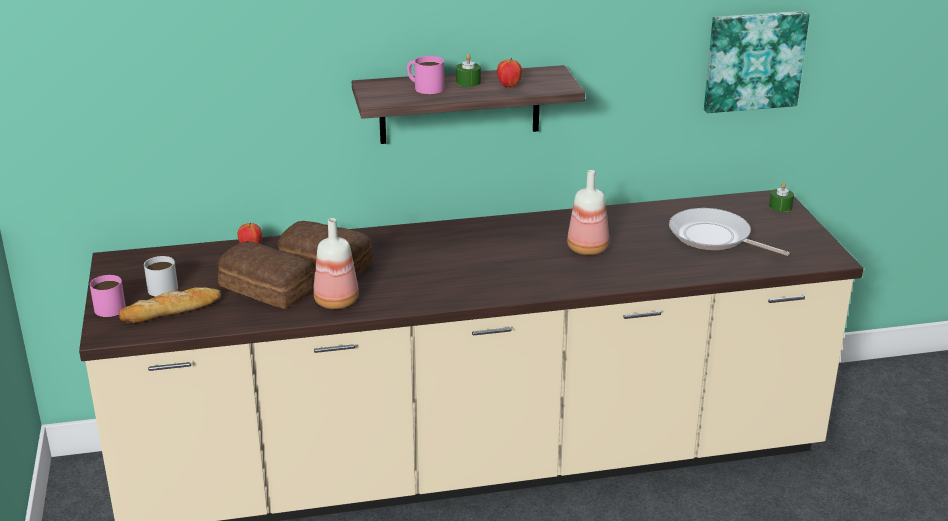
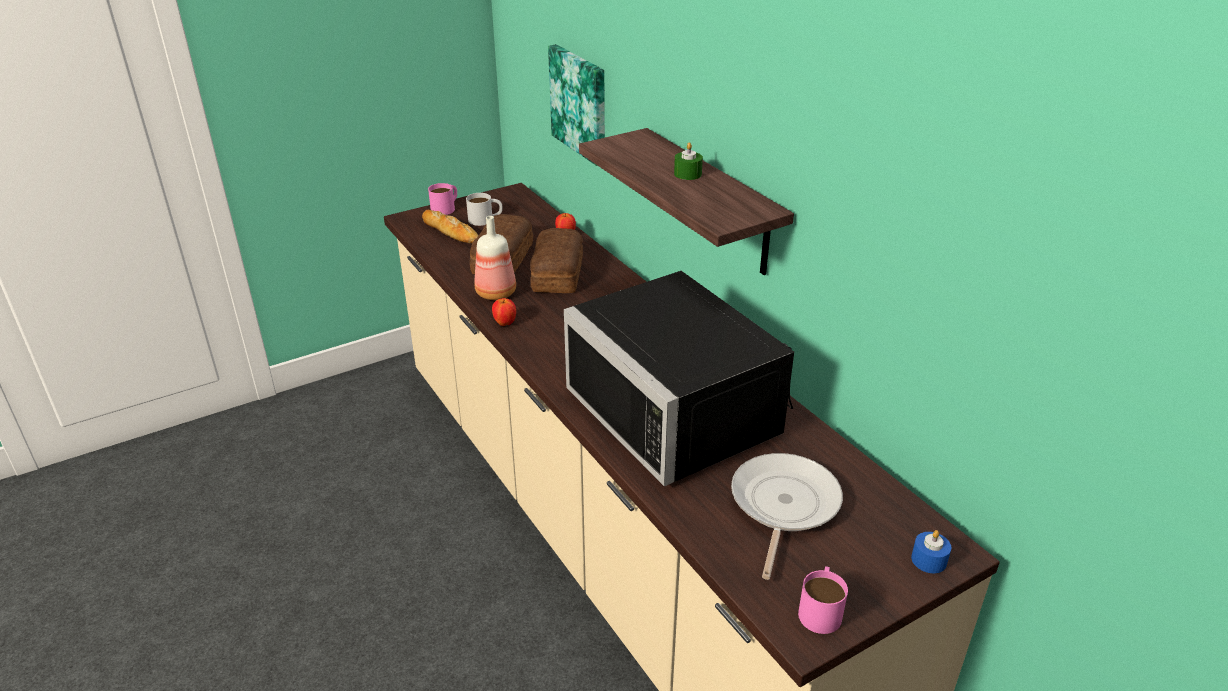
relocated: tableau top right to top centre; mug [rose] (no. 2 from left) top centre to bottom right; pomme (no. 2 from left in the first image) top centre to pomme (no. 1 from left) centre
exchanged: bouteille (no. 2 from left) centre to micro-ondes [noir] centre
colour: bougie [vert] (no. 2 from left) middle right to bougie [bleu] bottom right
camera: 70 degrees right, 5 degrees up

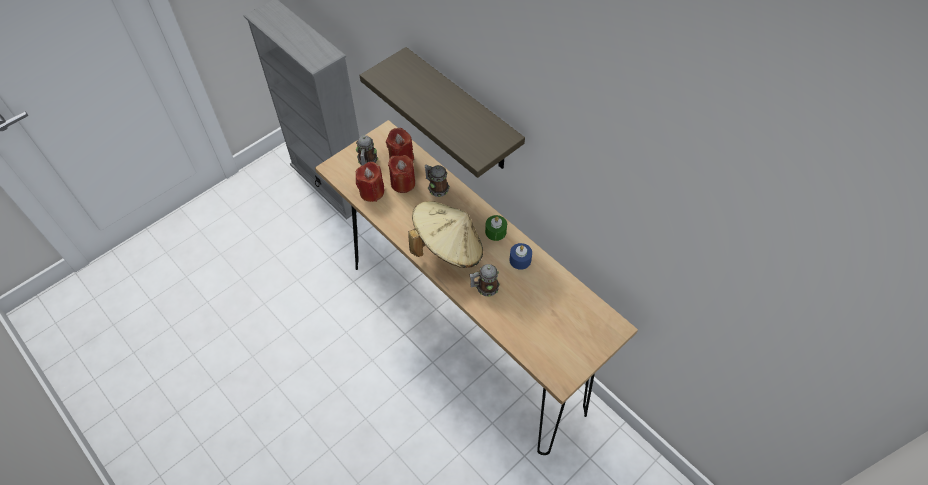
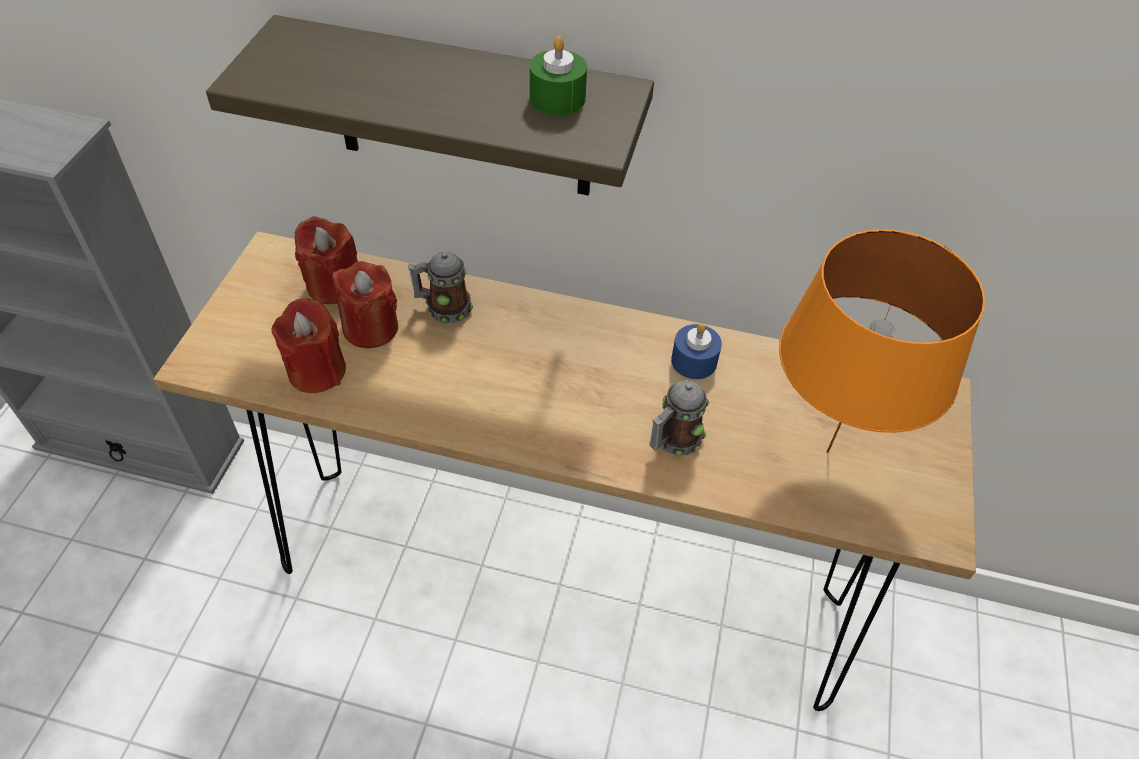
missing: mug (no. 1 from left) top centre; chapeau [beige] centre
appeared: lampe de table [orange] middle right
relocated: bougie [vert] centre to top centre
camera: 35 degrees left, 5 degrees down

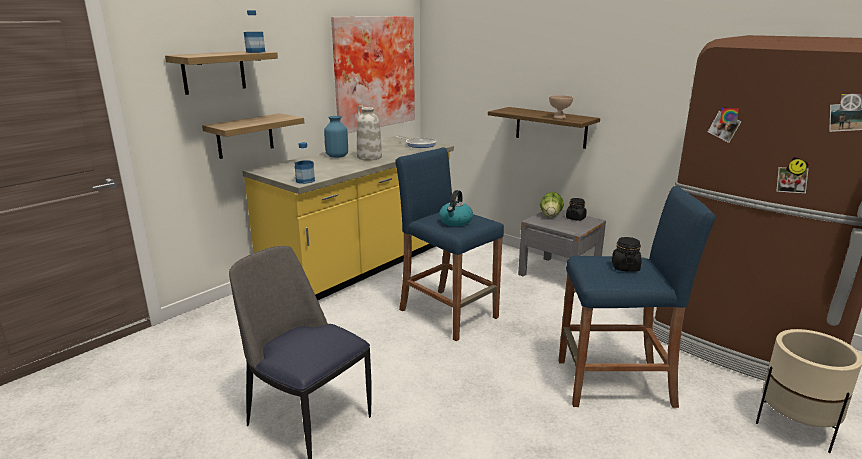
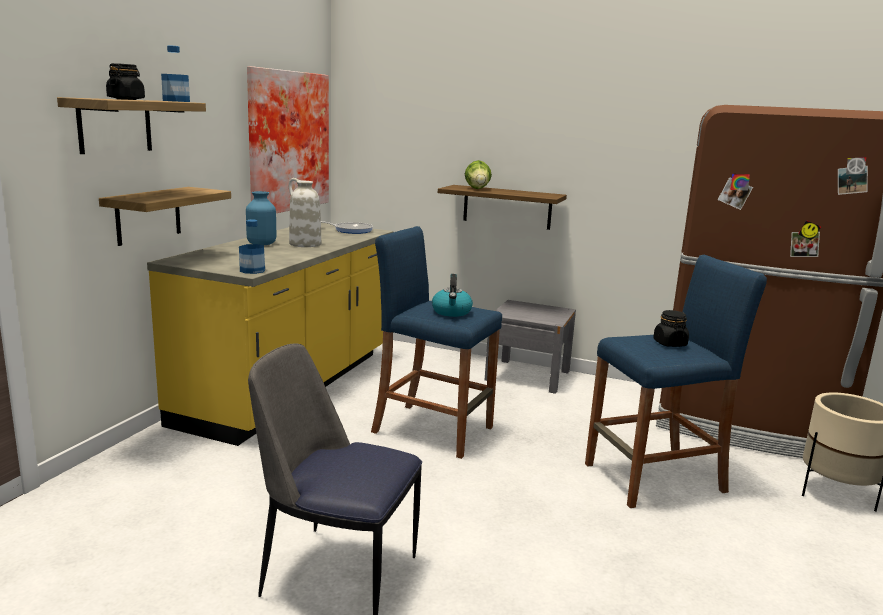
missing: bol [beige] top centre
relocated: laitue centre to top centre; bocal [noir] (no. 1 from left) middle right to top left
camera: 20 degrees left, 5 degrees down

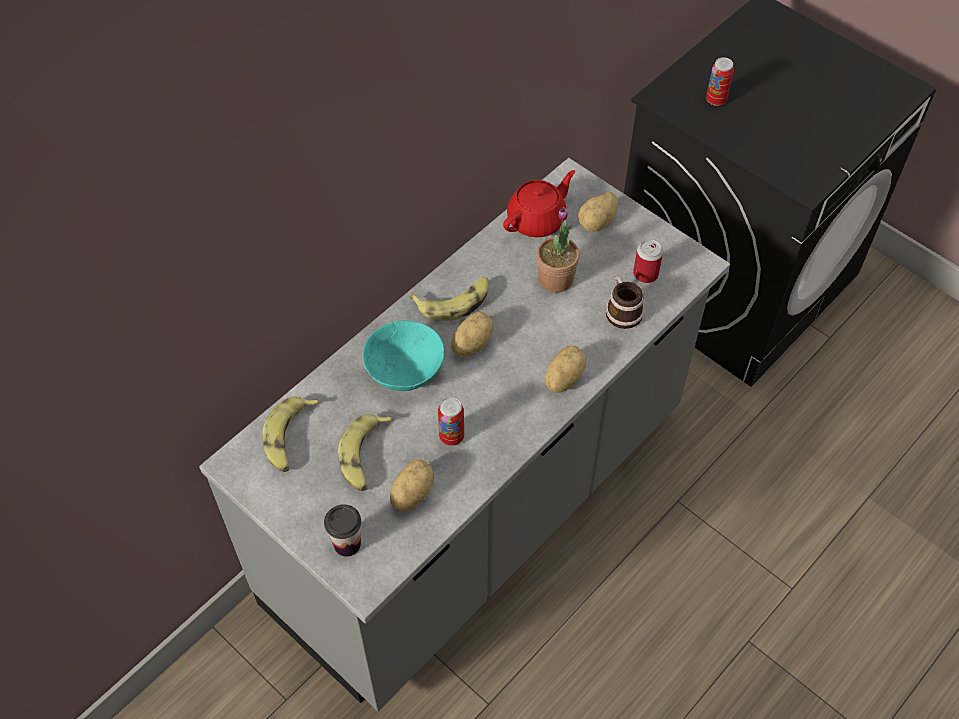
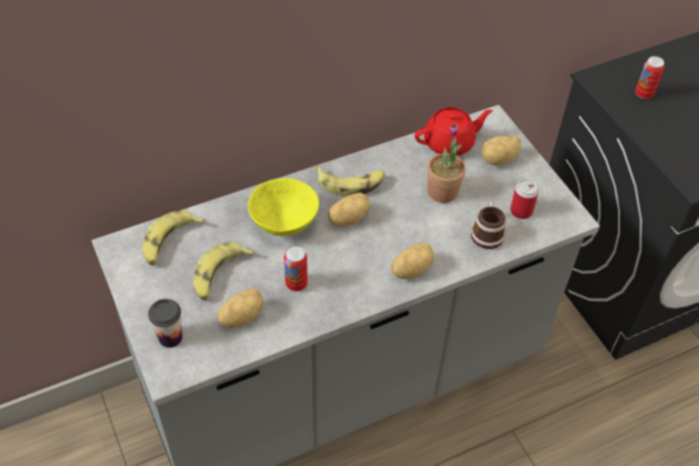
colour: bol [turquoise] centre to bol [jaune] centre
camera: 20 degrees right, 5 degrees down

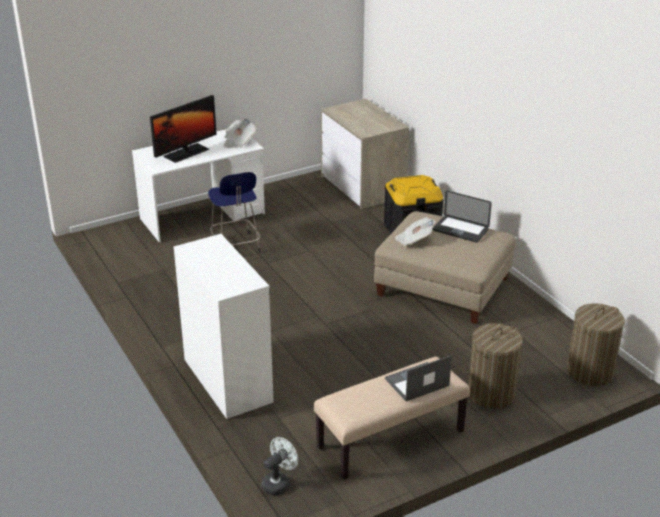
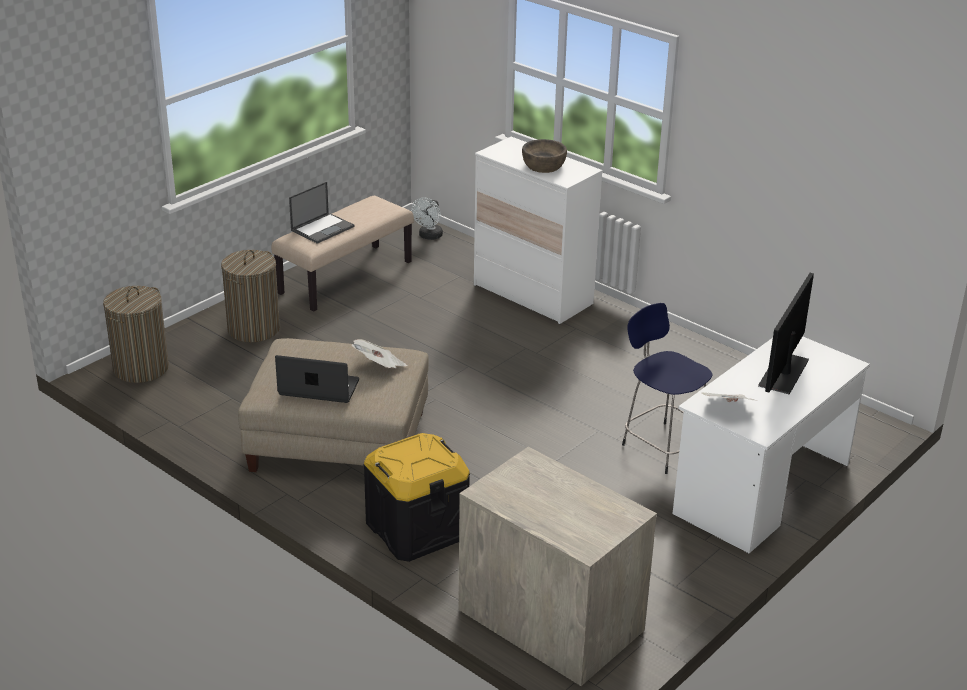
appeared: bol [marron] top centre
camera: 160 degrees right, 0 degrees up

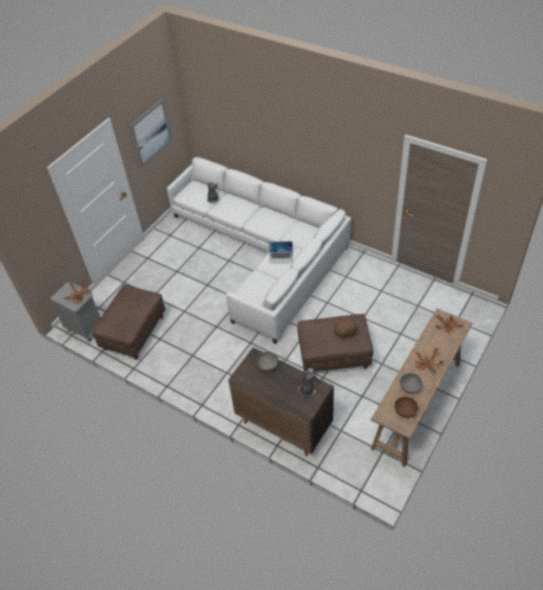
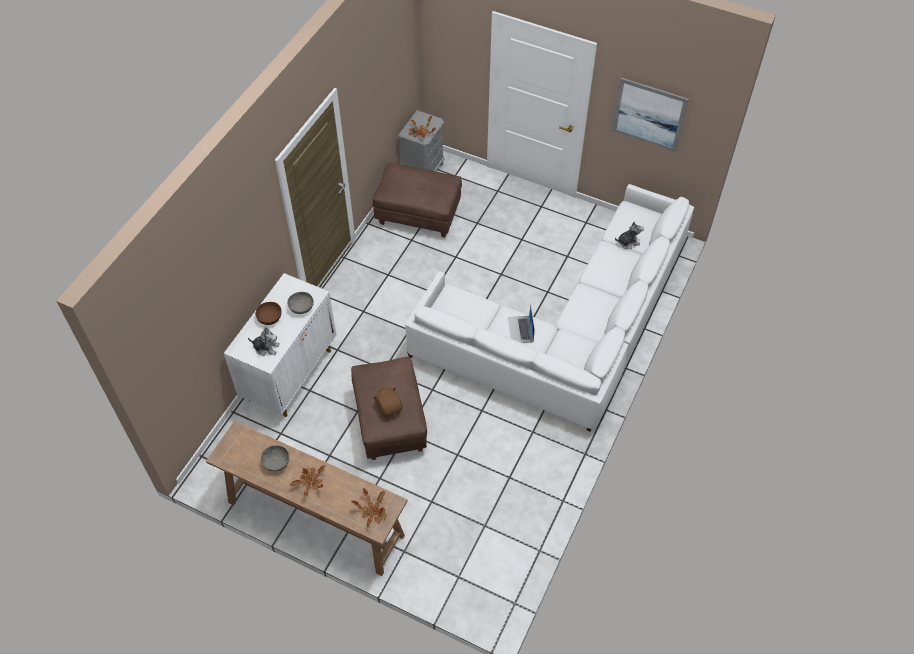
relocated: bol [marron] bottom right to middle left
colour: meuble de rangement [marron] bottom centre to meuble de rangement [blanc] middle left
camera: 80 degrees right, 5 degrees up

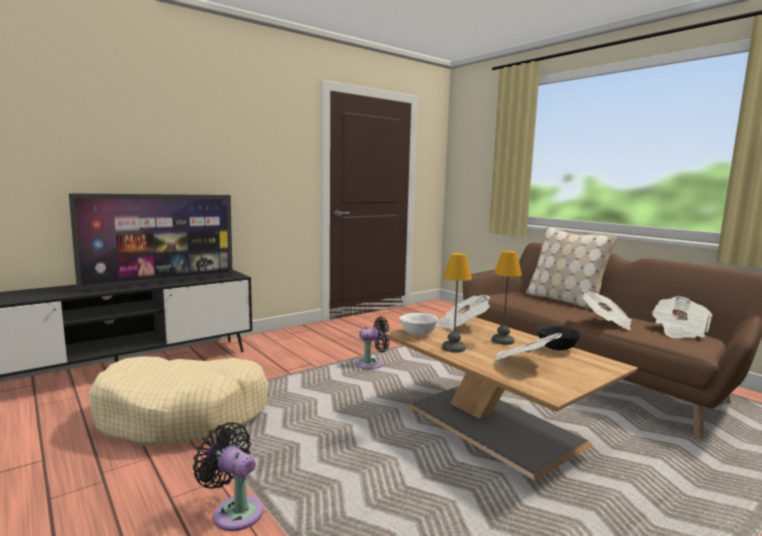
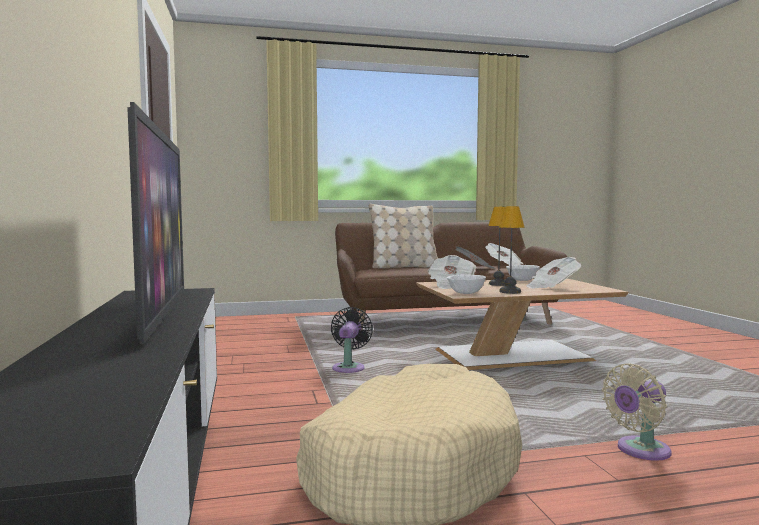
colour: bol [noir] middle right to bol [blanc] (no. 2 from left) middle right; ventilateur [noir] (no. 1 from left) bottom left to ventilateur [beige] bottom right
camera: 65 degrees left, 5 degrees down

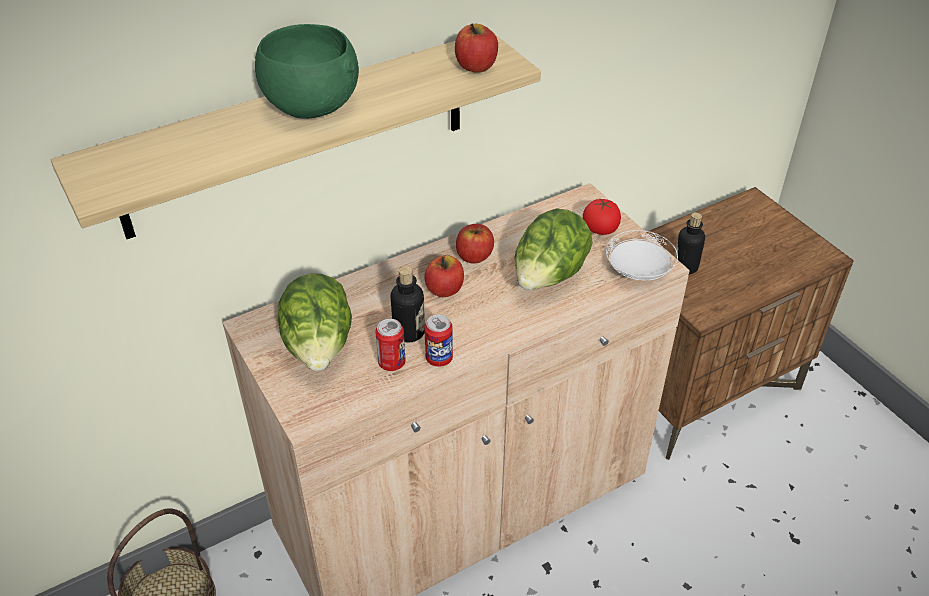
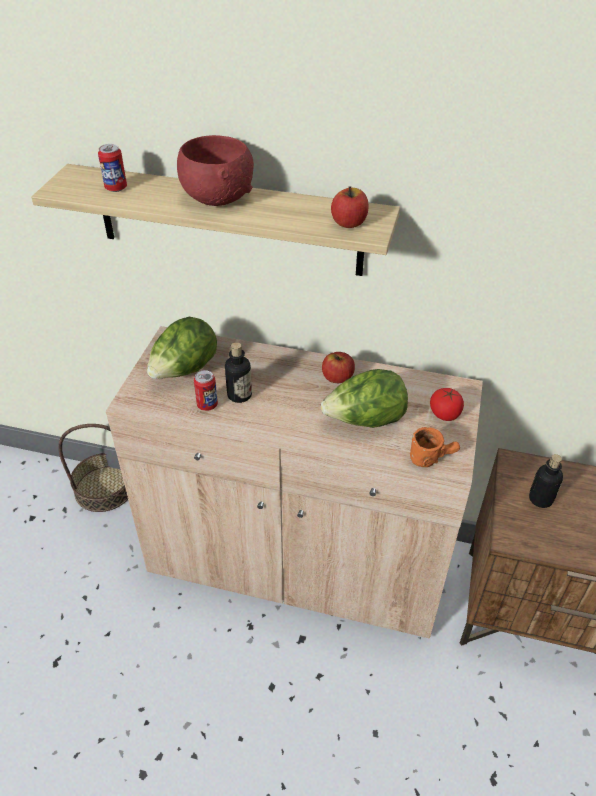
missing: pomme (no. 1 from left) centre
relocated: boîte métallique (no. 2 from left in the first image) centre to boîte métallique (no. 1 from left) top left
exchanged: assiette [blanc] middle right to mug [orange] middle right
colour: bol [vert] top left to bol [rouge] top centre
camera: 45 degrees right, 0 degrees up

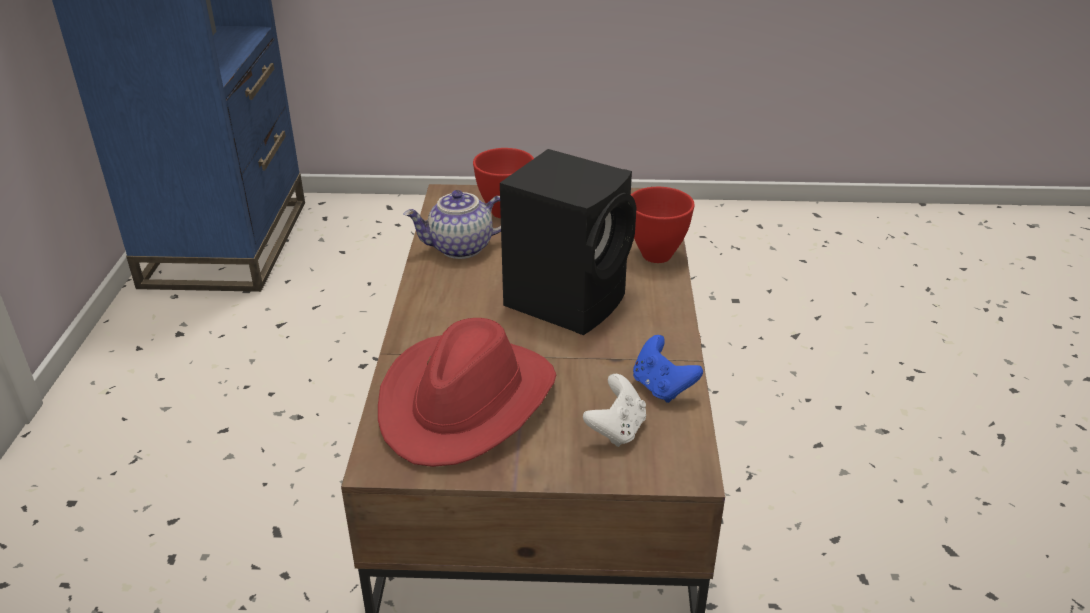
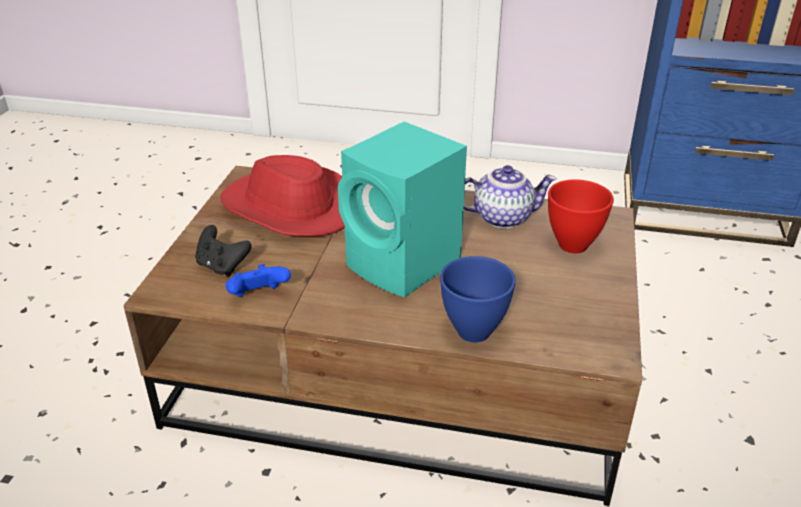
colour: enceinte [noir] centre to enceinte [turquoise] centre; bol [rouge] (no. 2 from left) centre to bol [bleu] centre; manette [blanc] bottom centre to manette [noir] middle left
spun: théière centre = centre 90 degrees clockwise
camera: 100 degrees right, 0 degrees up

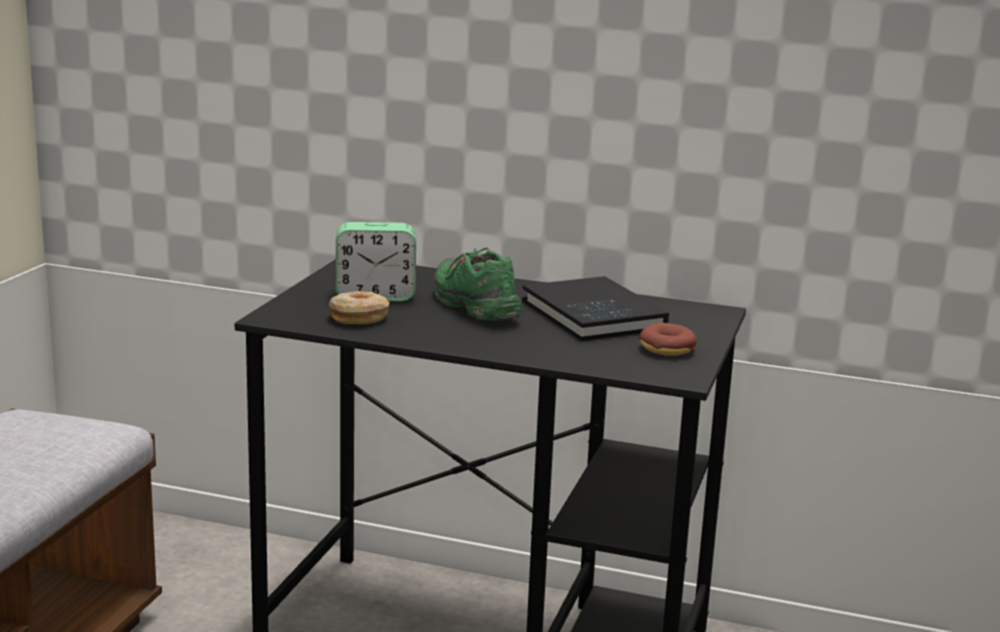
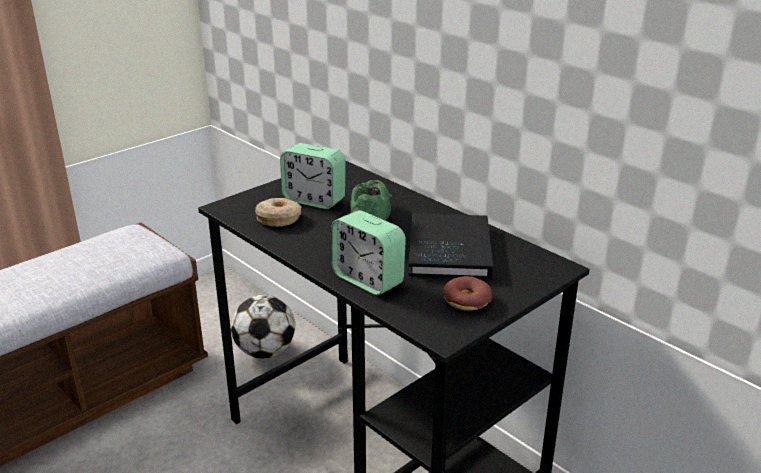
appeared: réveil (no. 2 from left) centre; ballon de foot bottom centre
camera: 30 degrees right, 10 degrees up

